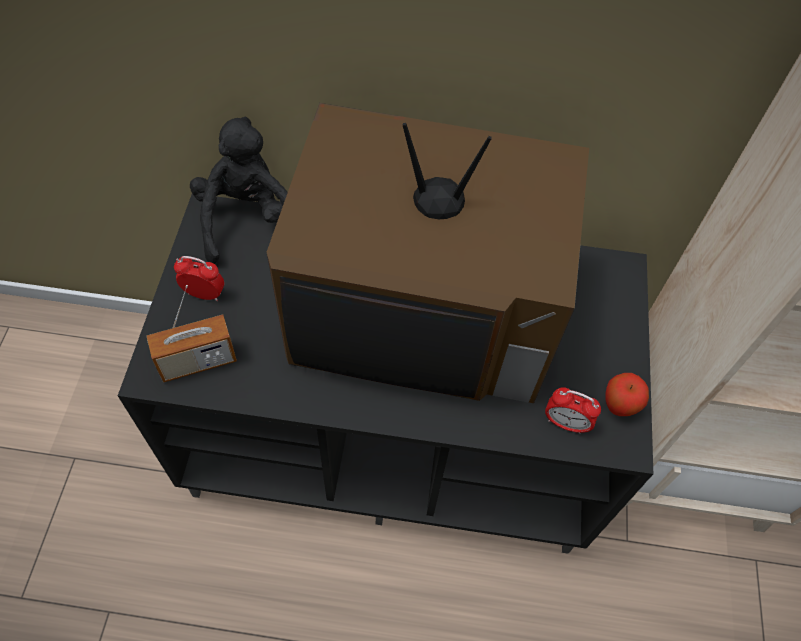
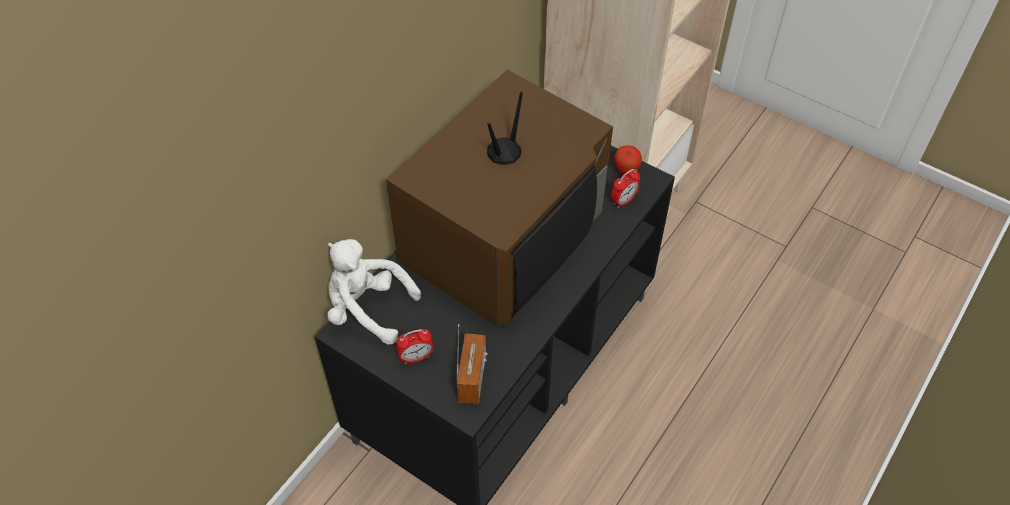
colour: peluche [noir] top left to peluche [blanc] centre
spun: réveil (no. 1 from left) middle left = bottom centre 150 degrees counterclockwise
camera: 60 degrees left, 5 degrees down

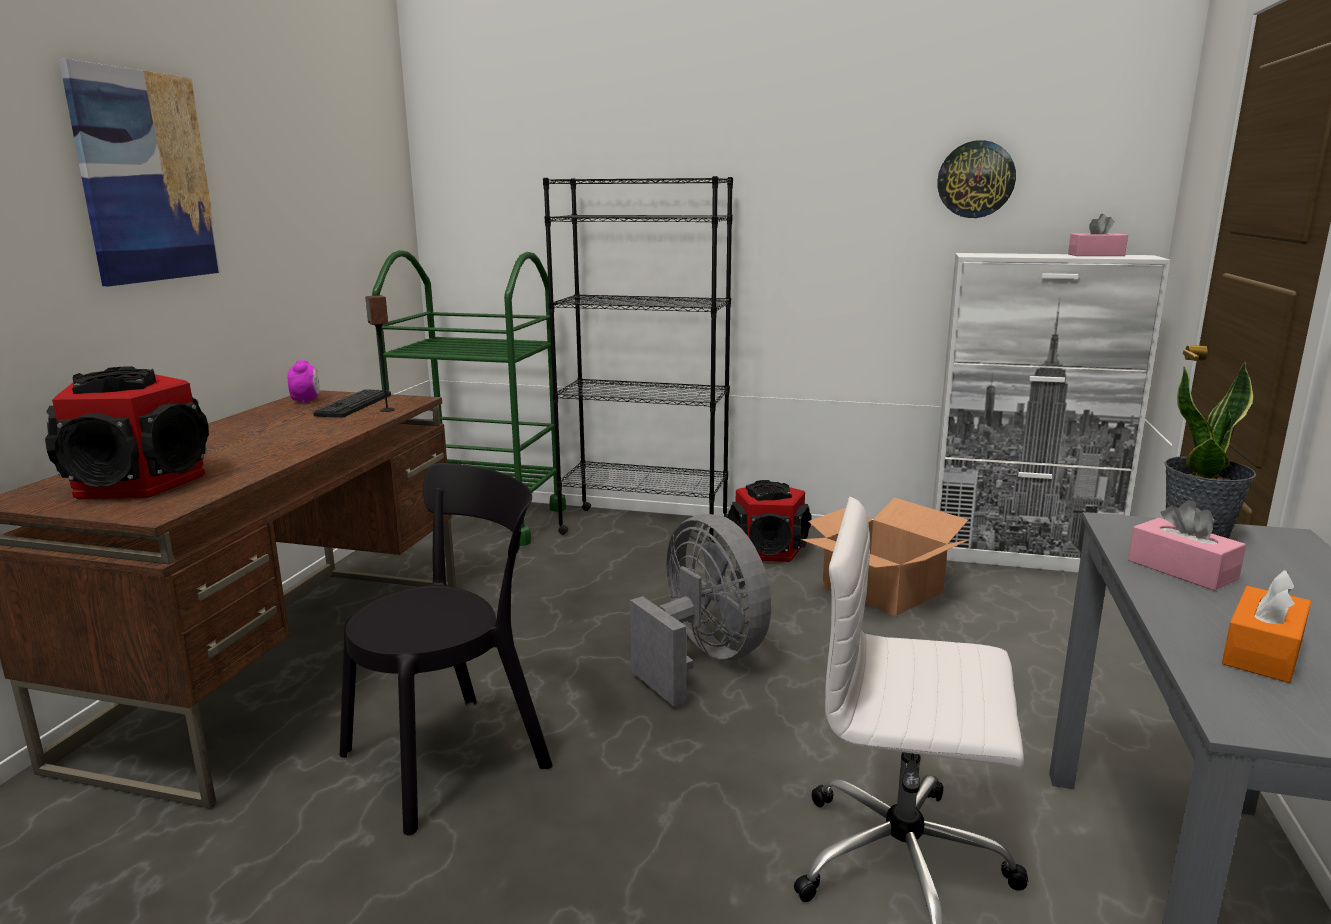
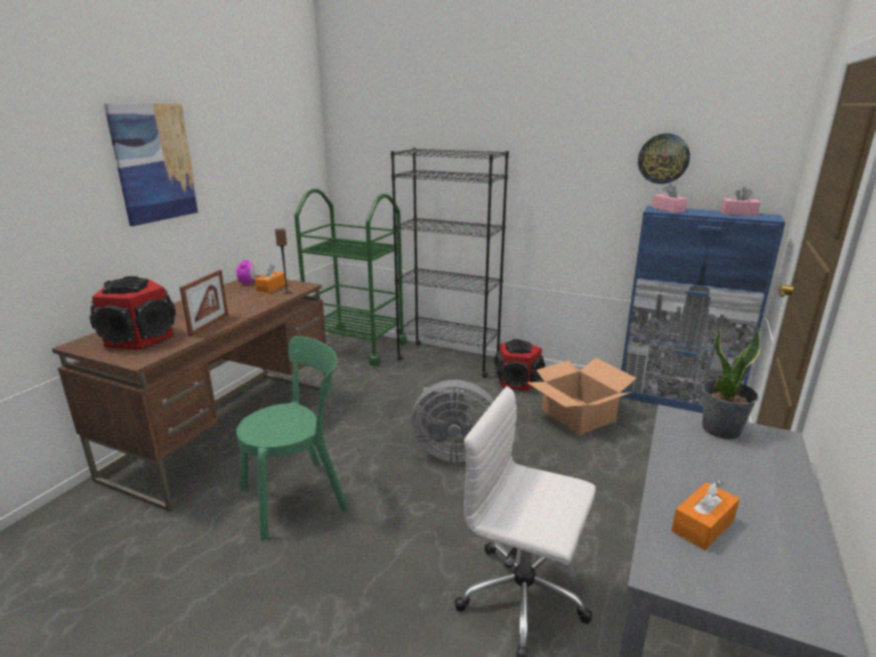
appeared: cadre photo middle left
relocated: boîte à mouchoirs [rose] (no. 2 from left in the first image) middle right to boîte à mouchoirs [rose] (no. 1 from left) top right
exchanged: clavier middle left to boîte à mouchoirs [orange] (no. 1 from left) middle left
colour: meuble de rangement [blanc] middle right to meuble de rangement [bleu] middle right; chaise [noir] bottom centre to chaise [vert] bottom centre
spun: ventilateur [gris] centre = centre 120 degrees clockwise
camera: 10 degrees right, 5 degrees up

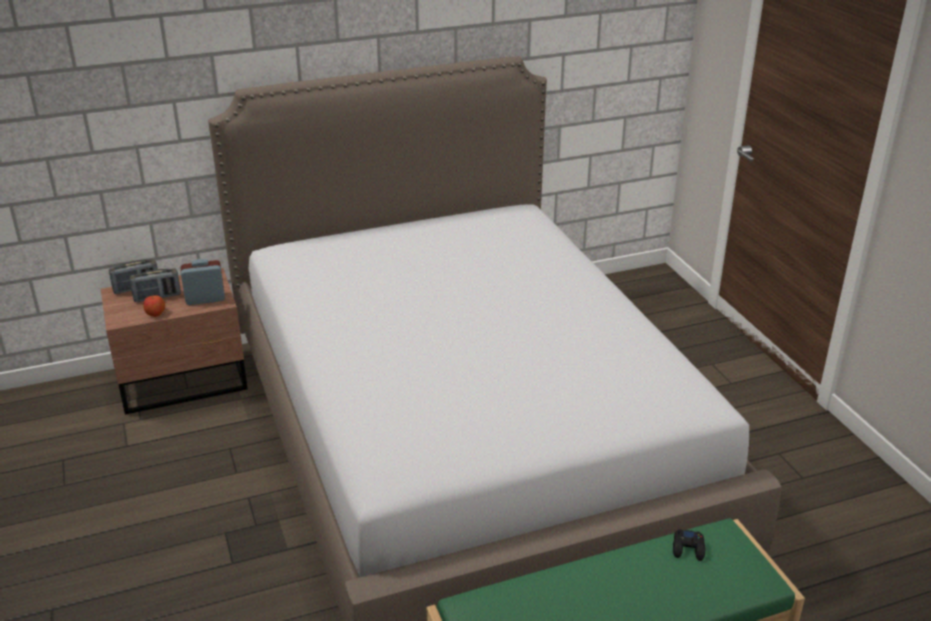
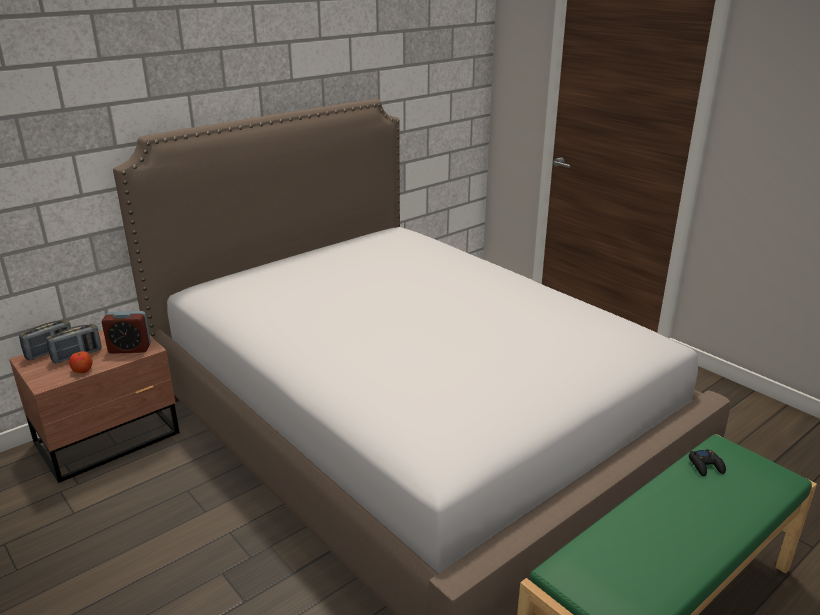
spun: réveil middle left = middle left 150 degrees counterclockwise
camera: 20 degrees left, 5 degrees down

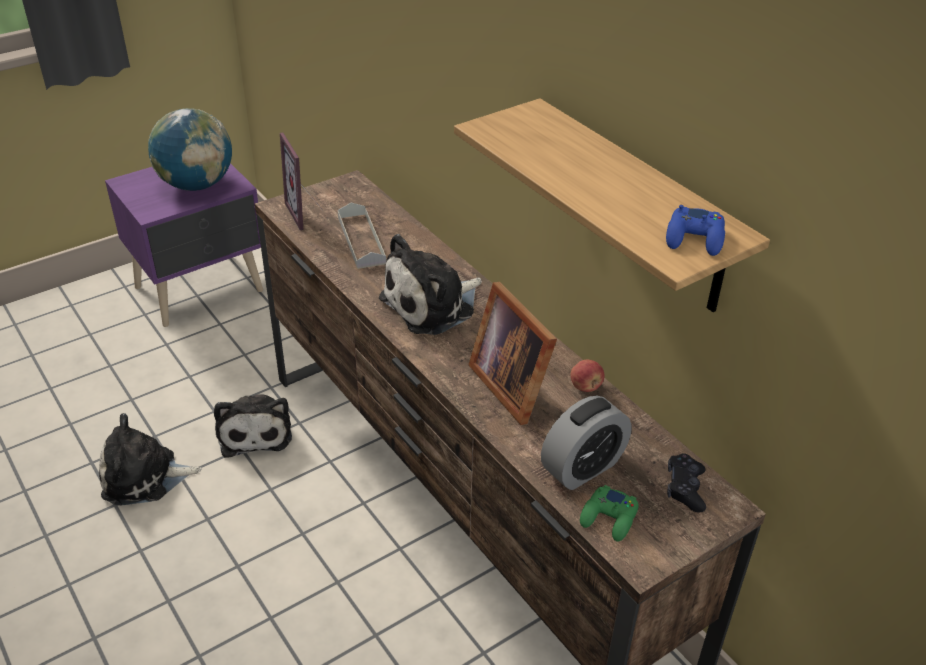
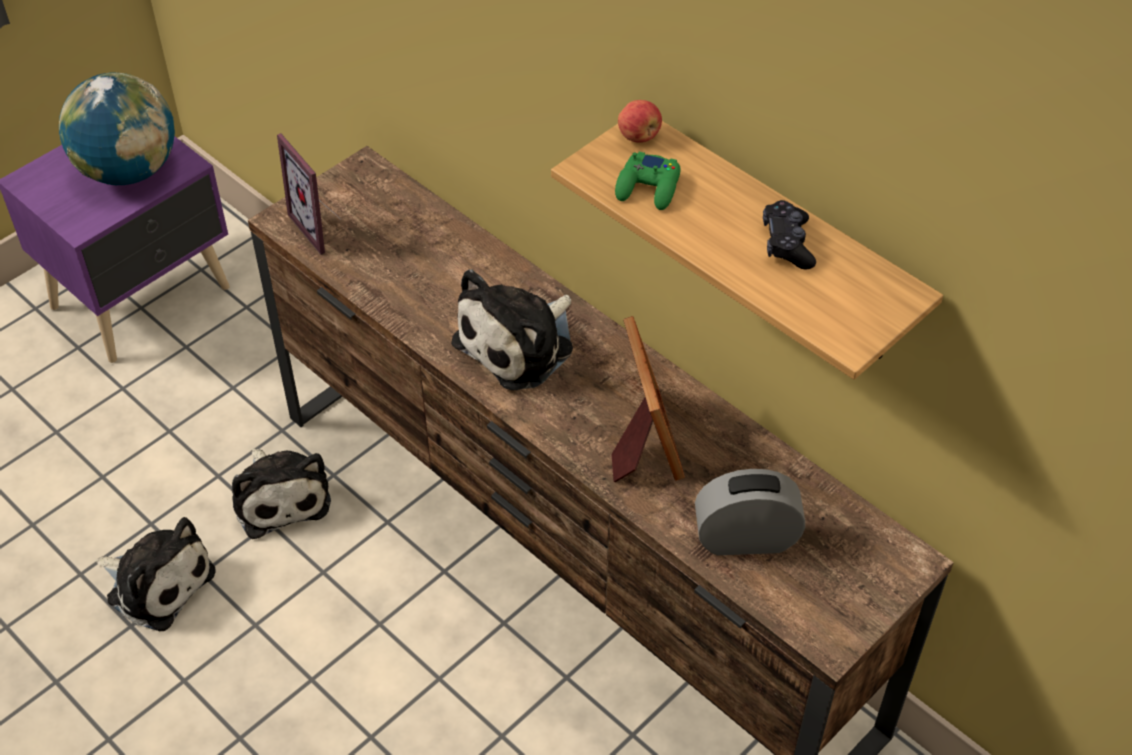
missing: plateau [gris] centre; manette [bleu] middle right
relocated: pomme centre to top centre; manette [noir] bottom right to top right; manette [vert] bottom centre to top centre
spun: cadre photo (no. 2 from left) centre = centre 150 degrees counterclockwise; réveil centre = bottom centre 135 degrees counterclockwise; peluche (no. 1 from left) bottom left = bottom left 135 degrees counterclockwise
camera: 10 degrees left, 10 degrees up

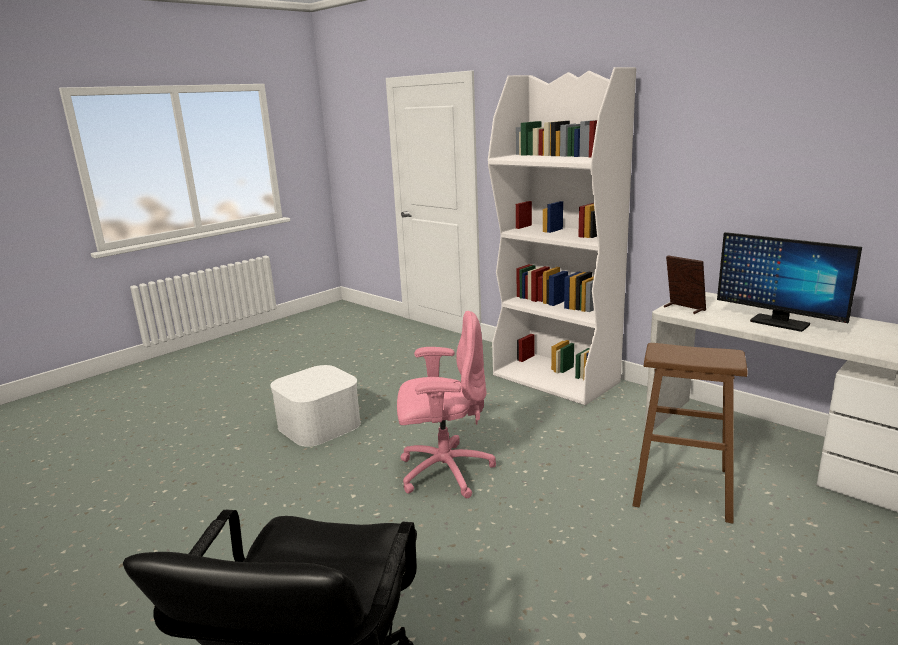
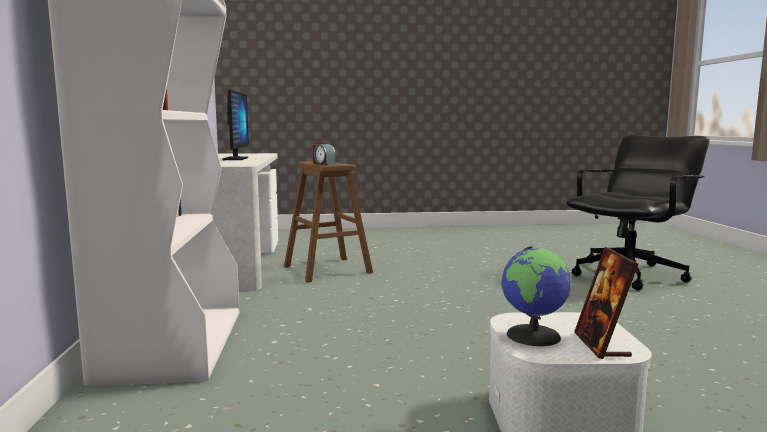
missing: chaise de bureau [rose] centre
appeared: réveil centre; globe bottom right
relocated: cadre photo middle right to bottom right
camera: 140 degrees left, 10 degrees down

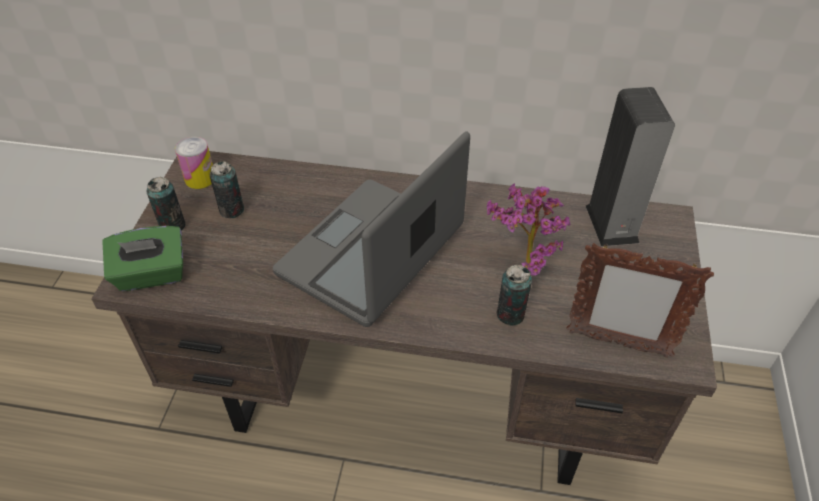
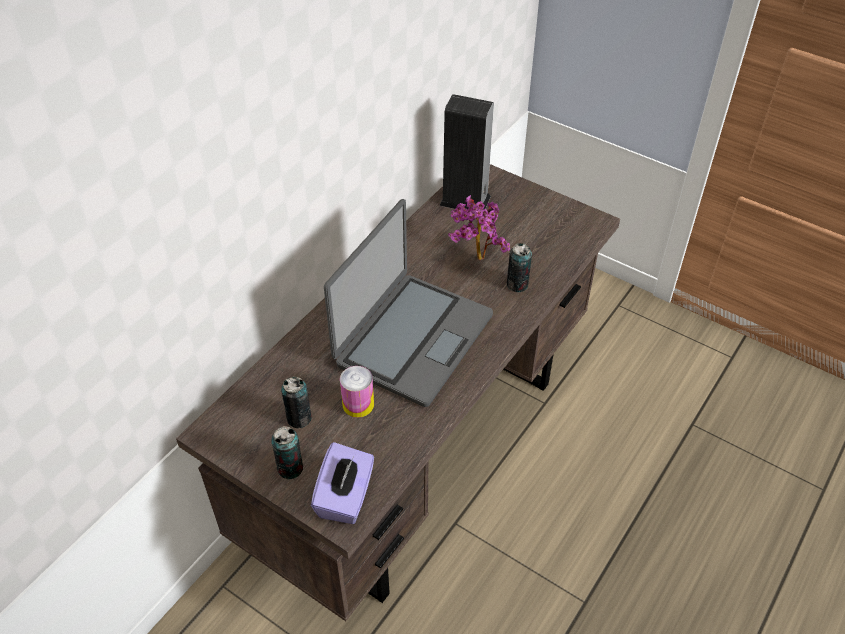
missing: cadre photo middle right
relocated: boîte métallique (no. 2 from left in the first image) top left to boîte métallique (no. 3 from left) centre
colour: boîte à mouchoirs [vert] middle left to boîte à mouchoirs [violet] bottom centre
spun: ordinateur portable centre = centre 120 degrees counterclockwise
camera: 65 degrees left, 0 degrees up

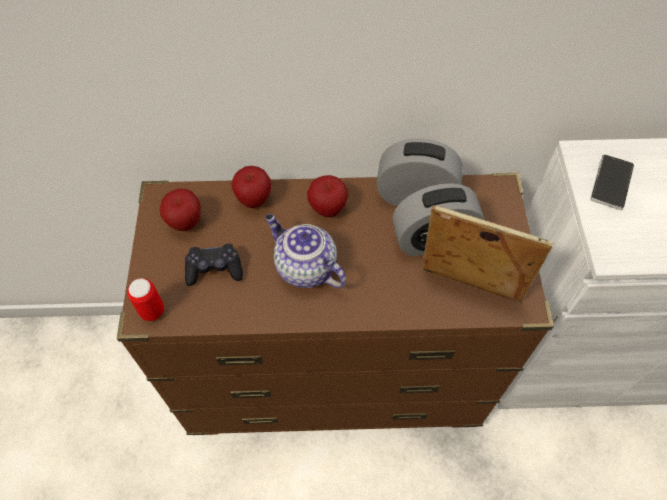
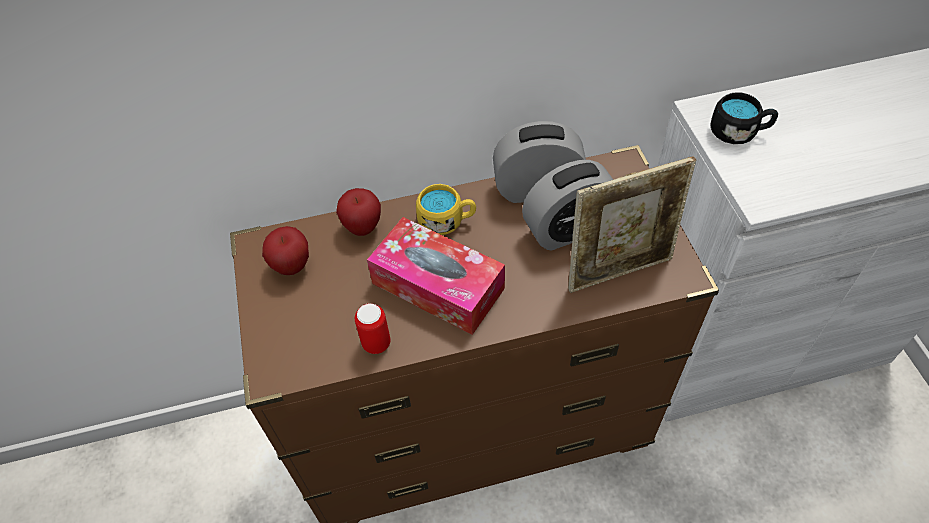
missing: manette [noir] middle left
relocated: boîte métallique middle left to centre
exchanged: téléphone middle right to mug [noir] top right; pomme (no. 3 from left) centre to mug [jaune] centre; théière centre to boîte à mouchoirs centre
spun: cadre photo middle right = middle right 150 degrees clockwise
camera: 10 degrees left, 5 degrees down

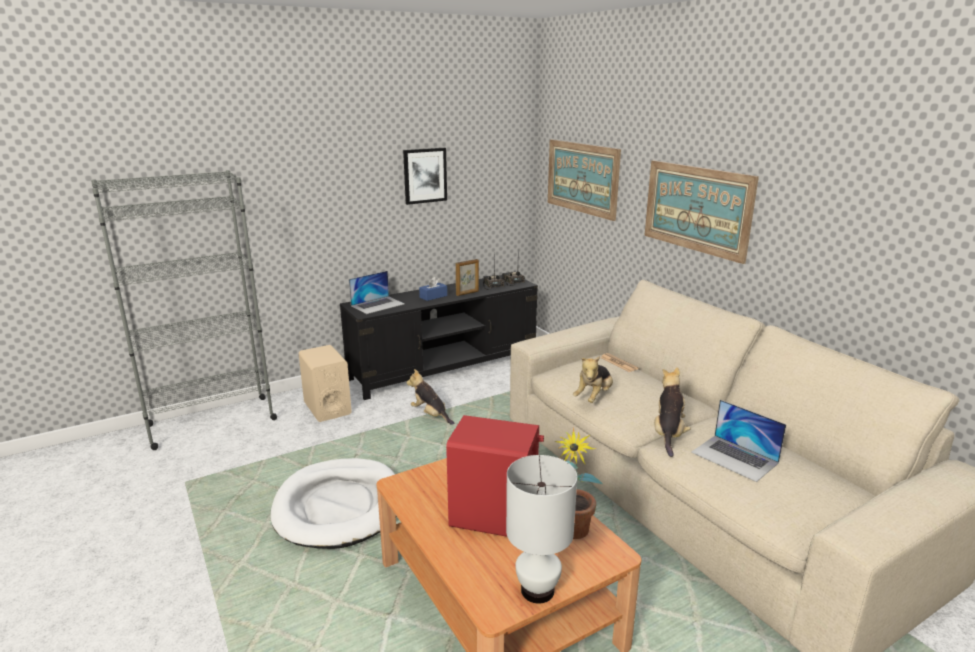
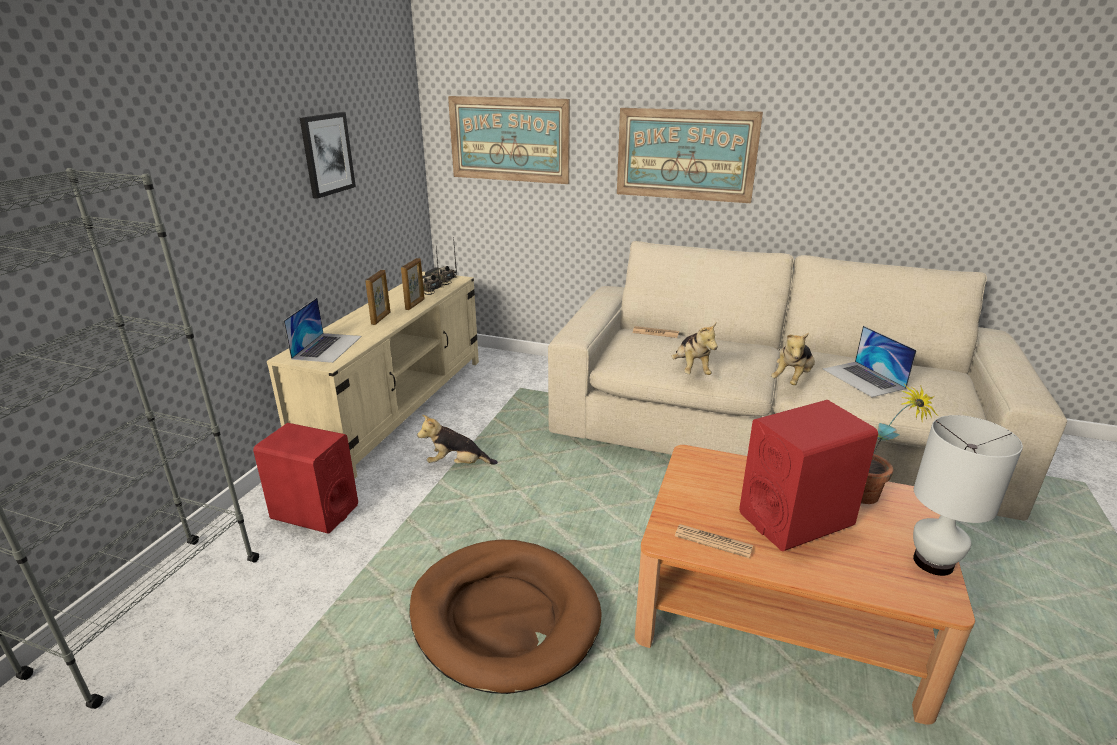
appeared: journal (no. 2 from left) bottom centre
exchanged: boîte à mouchoirs [bleu] centre to cadre photo (no. 1 from left) centre
colour: meuble télé [noir] centre to meuble télé [beige] centre; enceinte [beige] centre to enceinte [rouge] (no. 1 from left) middle left; panier pour chien [blanc] bottom centre to panier pour chien [marron] bottom centre
spun: peluche (no. 3 from left) middle right = middle right 120 degrees counterclockwise; ordinateur portable (no. 2 from left) bottom right = middle right 60 degrees clockwise
camera: 40 degrees left, 5 degrees up

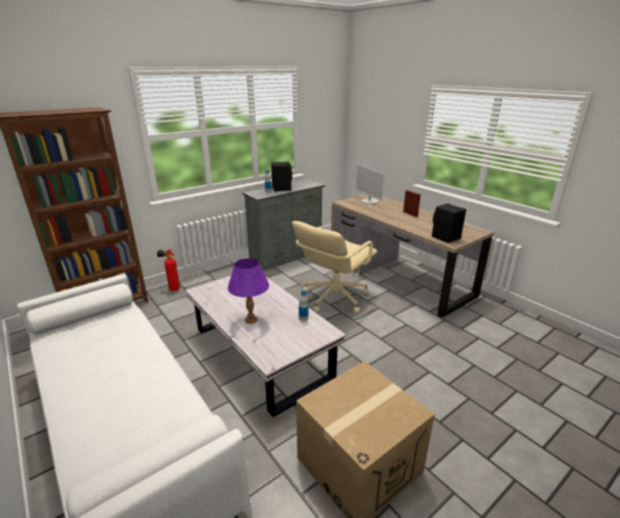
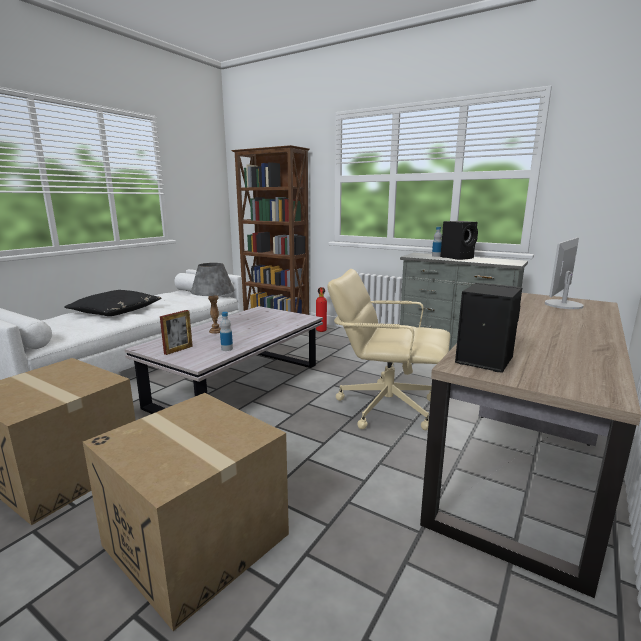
appeared: coussin [noir] middle left; carton (no. 2 from left) bottom left
relocated: cadre photo centre to middle left
colour: lampe de table [violet] centre to lampe de table [gris] middle left
camera: 70 degrees right, 10 degrees down

